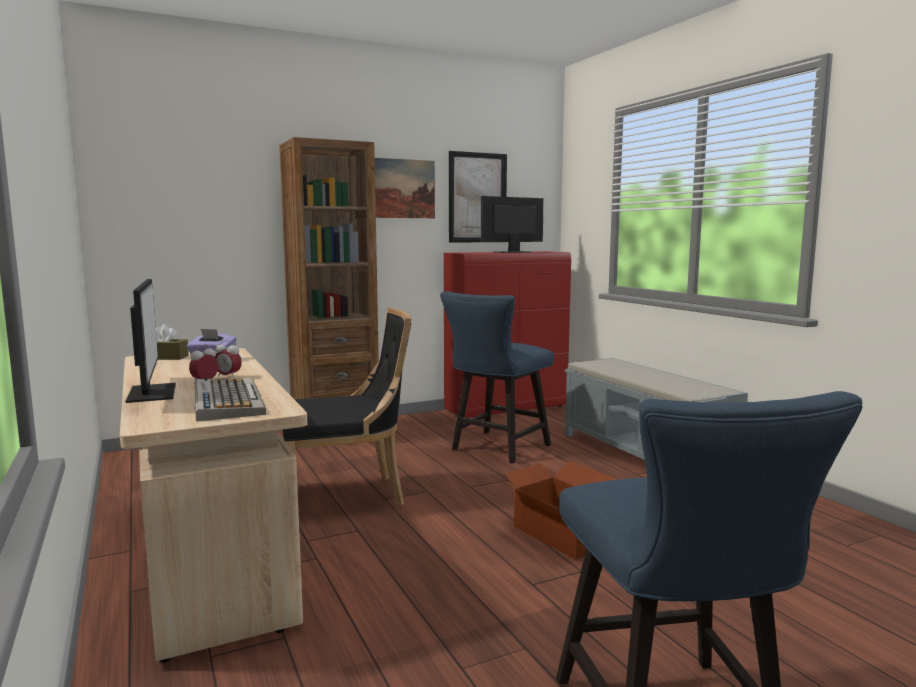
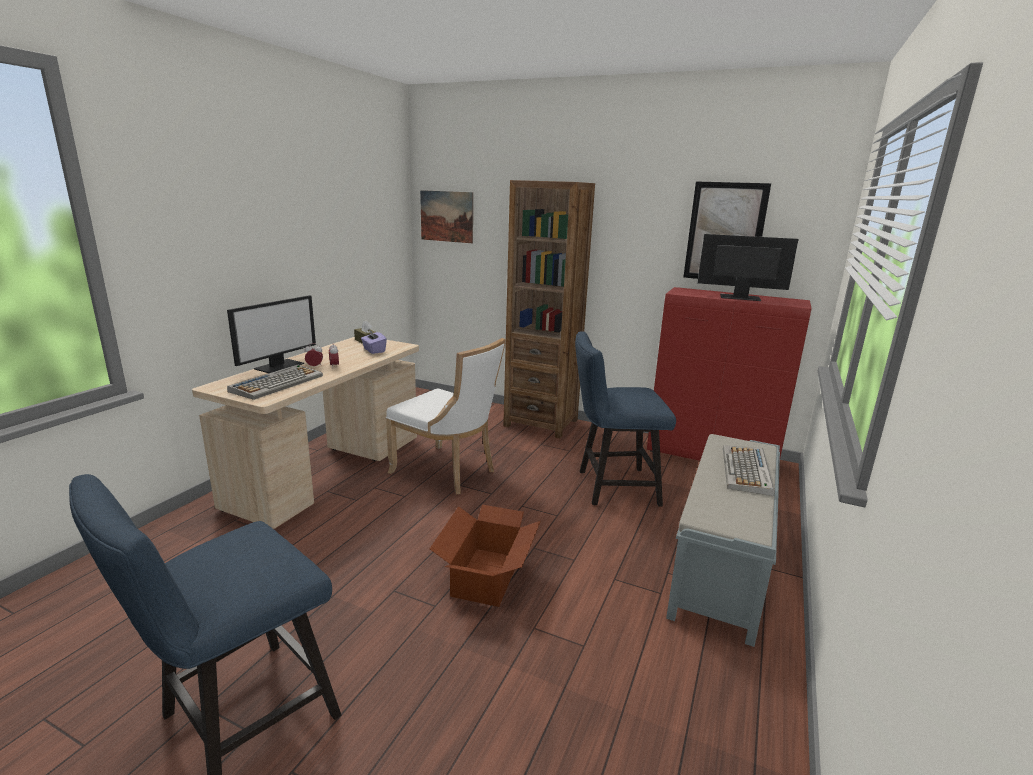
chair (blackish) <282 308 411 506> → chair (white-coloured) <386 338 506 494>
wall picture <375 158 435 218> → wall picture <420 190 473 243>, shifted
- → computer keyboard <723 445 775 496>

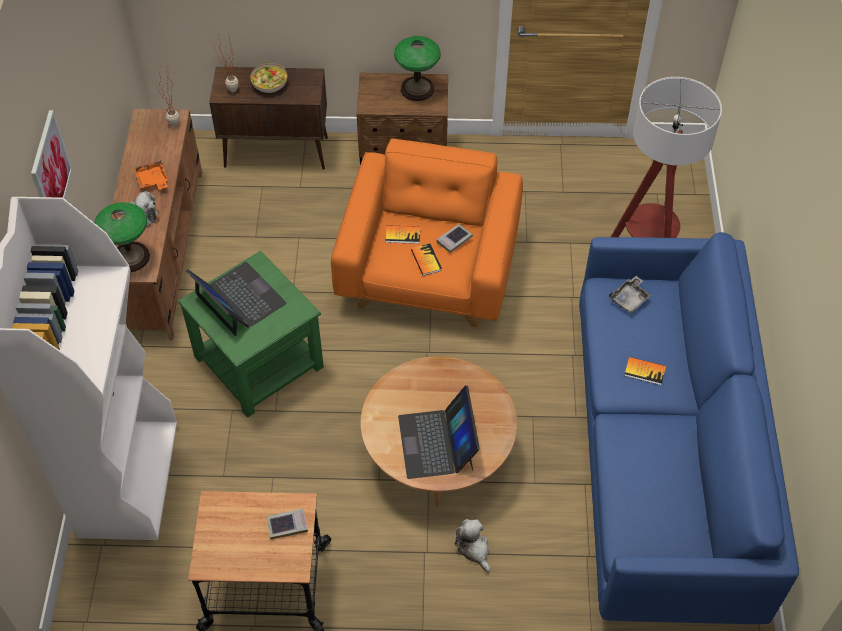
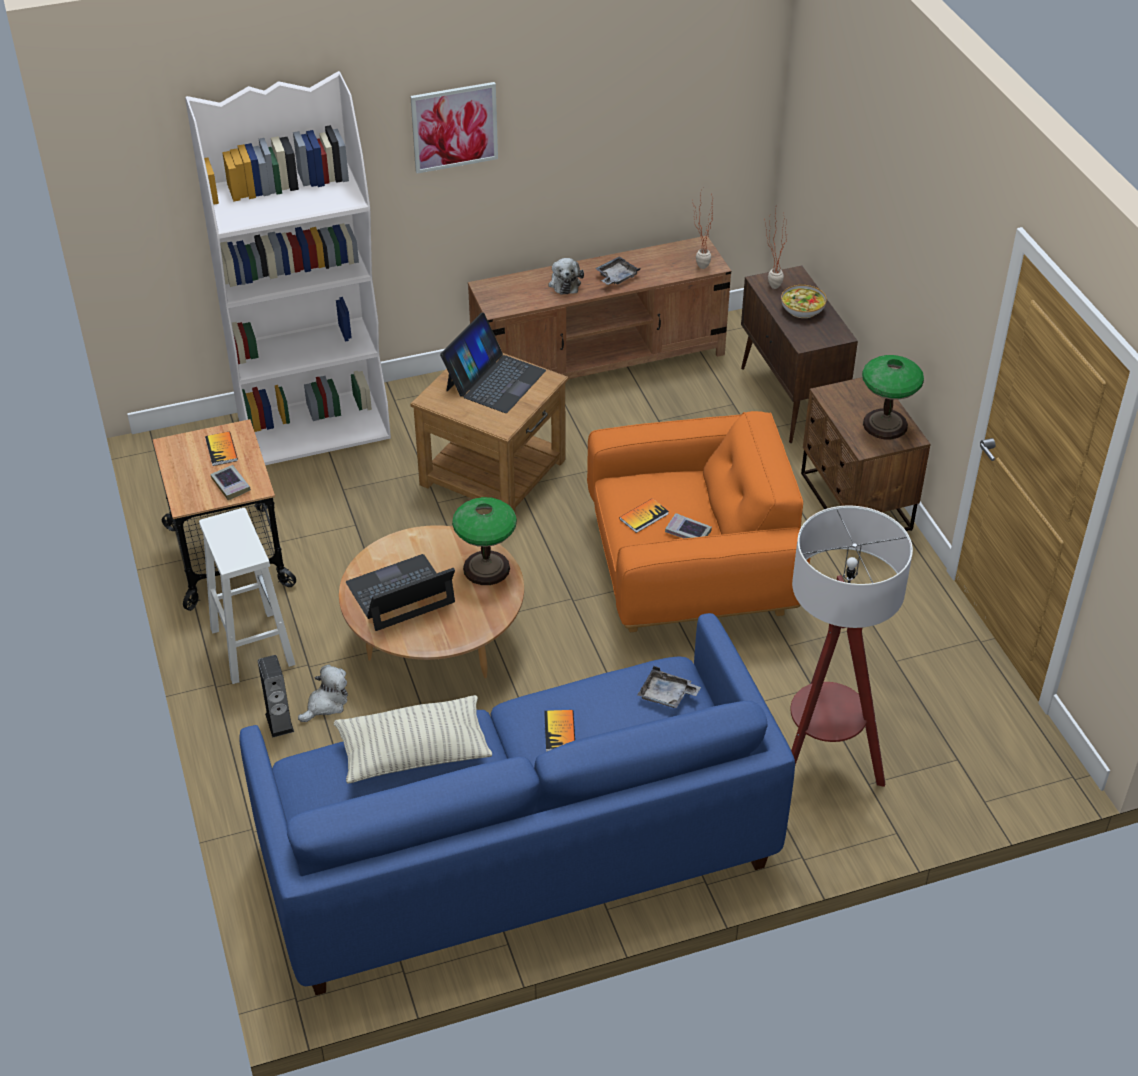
lamp for a table <94 202 150 272> → lamp for a table <452 497 517 585>, shifted
tray (orangey) <134 160 168 189> → tray (grey) <595 256 640 285>
accent table (green-coloured) <178 251 324 418> → accent table (brown) <410 353 568 512>
volume <385 225 421 244> → volume <205 432 238 466>, shifted
- → stool seat (white-coloured) <199 508 296 684>
- → speaker <258 655 294 738>
- → pillow <333 695 492 784>

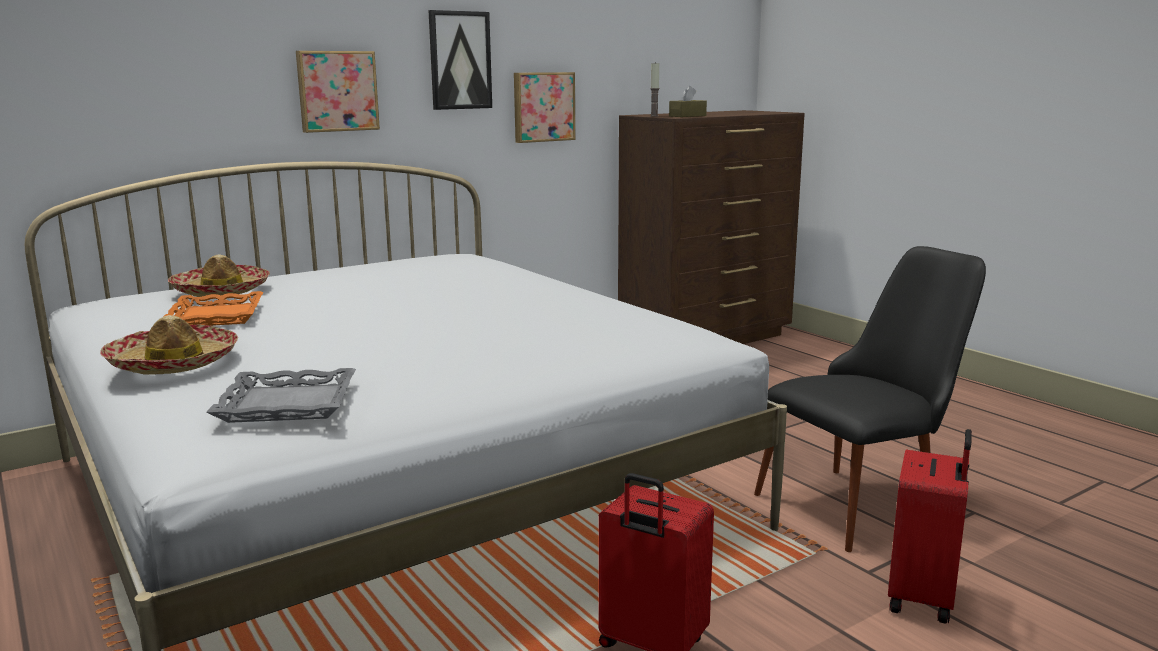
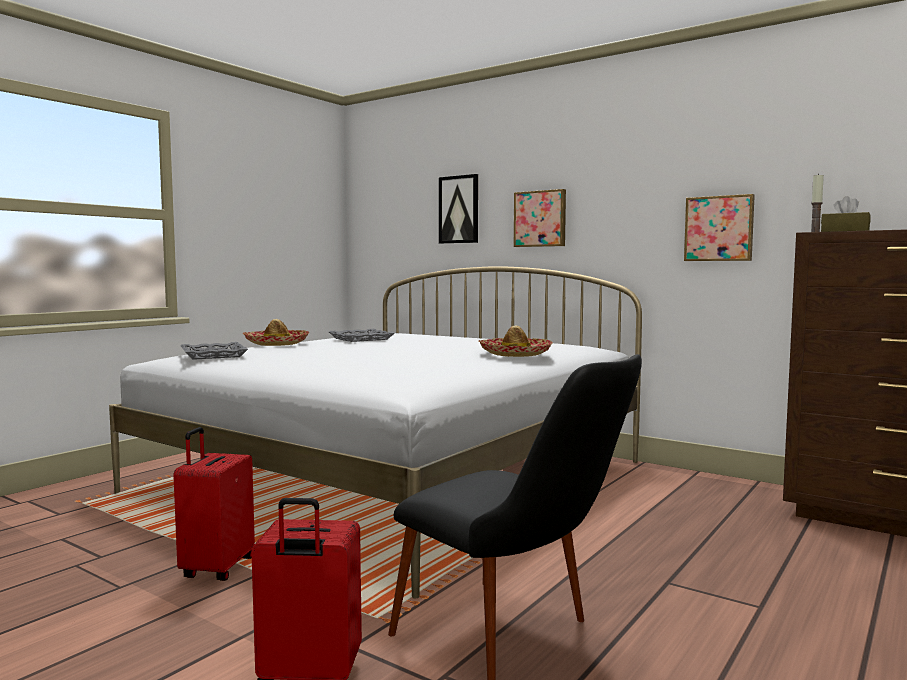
tray (orangey) <163 291 263 326> → tray (grey) <329 329 395 342>
clothing hat <168 254 270 297> → clothing hat <479 325 553 357>, shifted
wall picture <428 10 492 110> → wall picture <439 174 478 244>, shifted

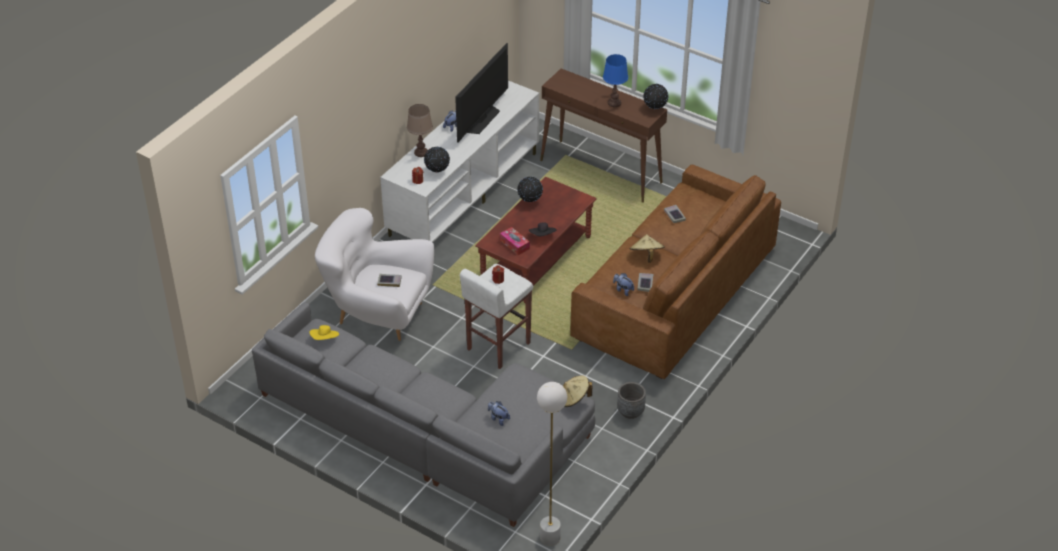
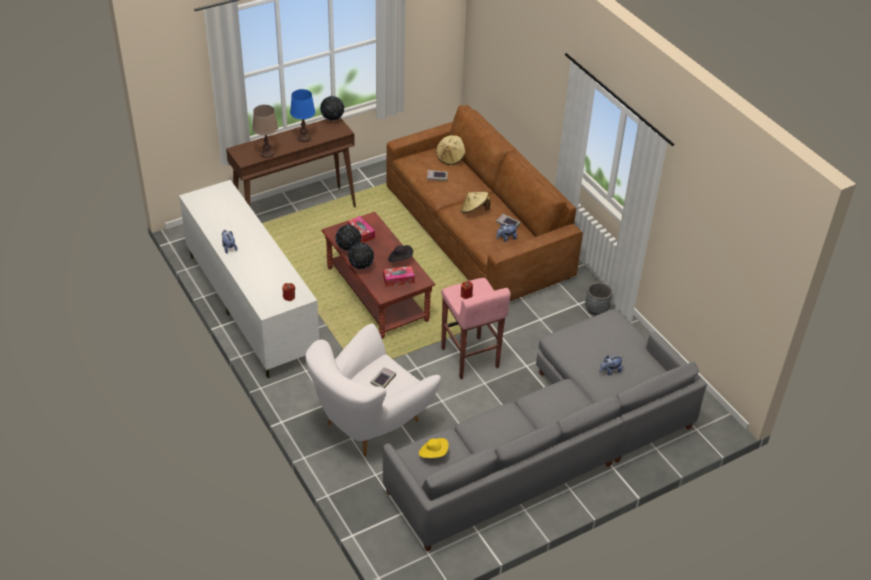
lamp for a table (brown) <407 104 433 157> → lamp for a table (brown) <252 105 278 158>, shifted
desk globe <424 147 450 173> → desk globe <348 243 374 269>, shifted
TV set <455 43 508 143> → -
stool seat (white-coloured) <460 264 533 369> → stool seat (pink-coloured) <441 278 511 379>
standard lamp (white-coloured) <537 382 567 546> → -
clothing hat (beige) <563 375 592 407> → clothing hat (beige) <436 135 465 165>, shifted
- → box of tissues <348 216 375 243>

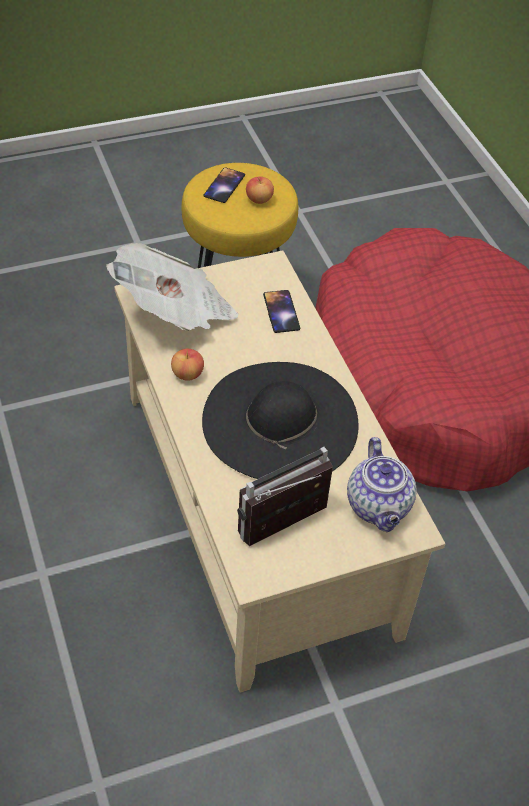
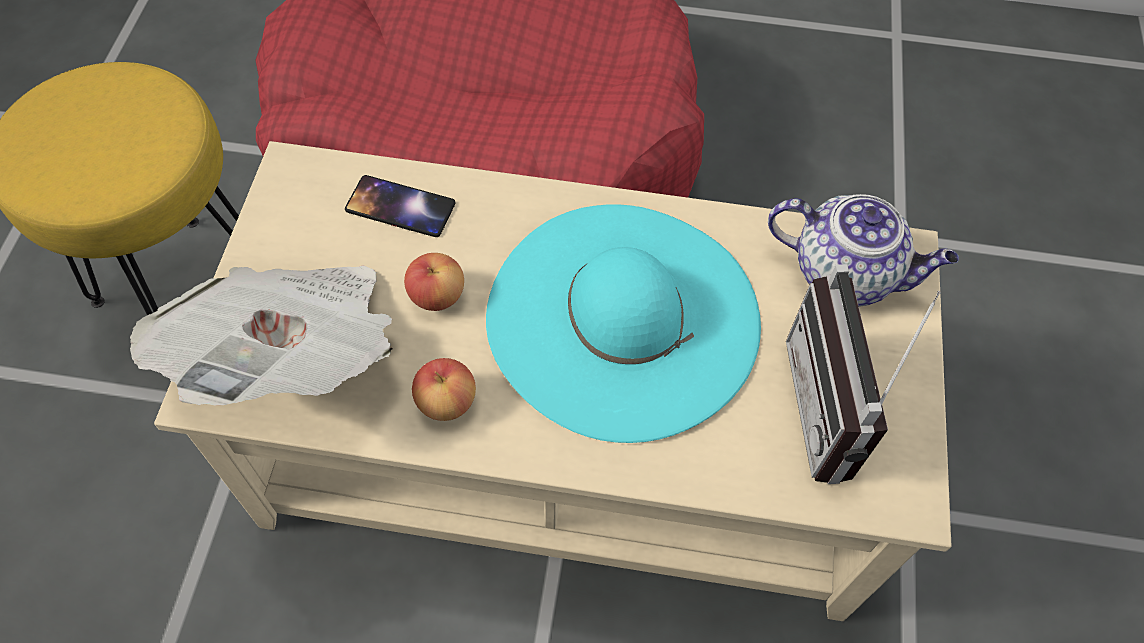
clothing hat (blackish) <202 362 359 479> → clothing hat (turquoise) <486 204 761 443>
handset <204 167 245 203> → -
apple <246 176 274 204> → apple <404 253 464 311>, shifted

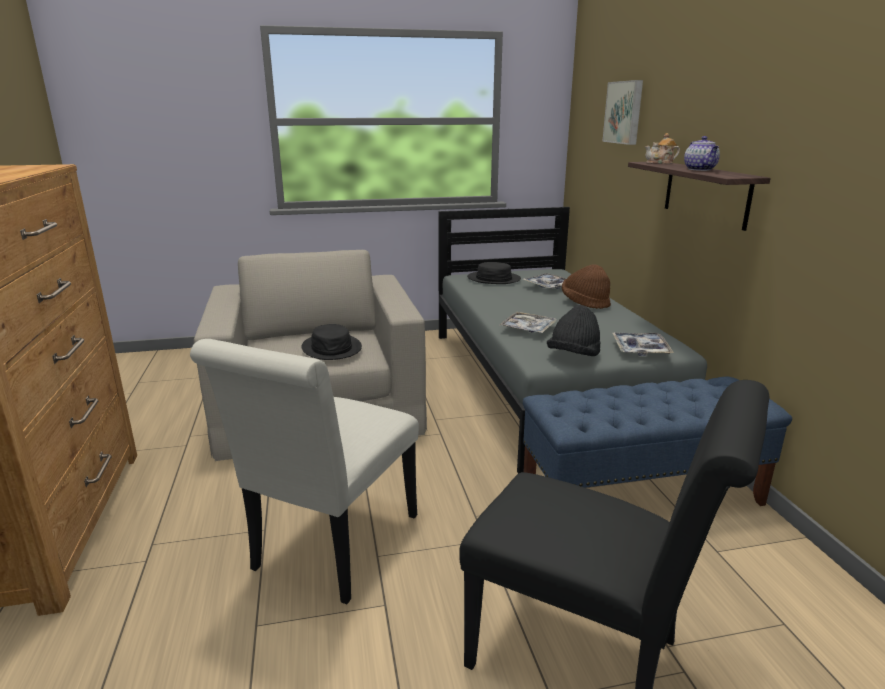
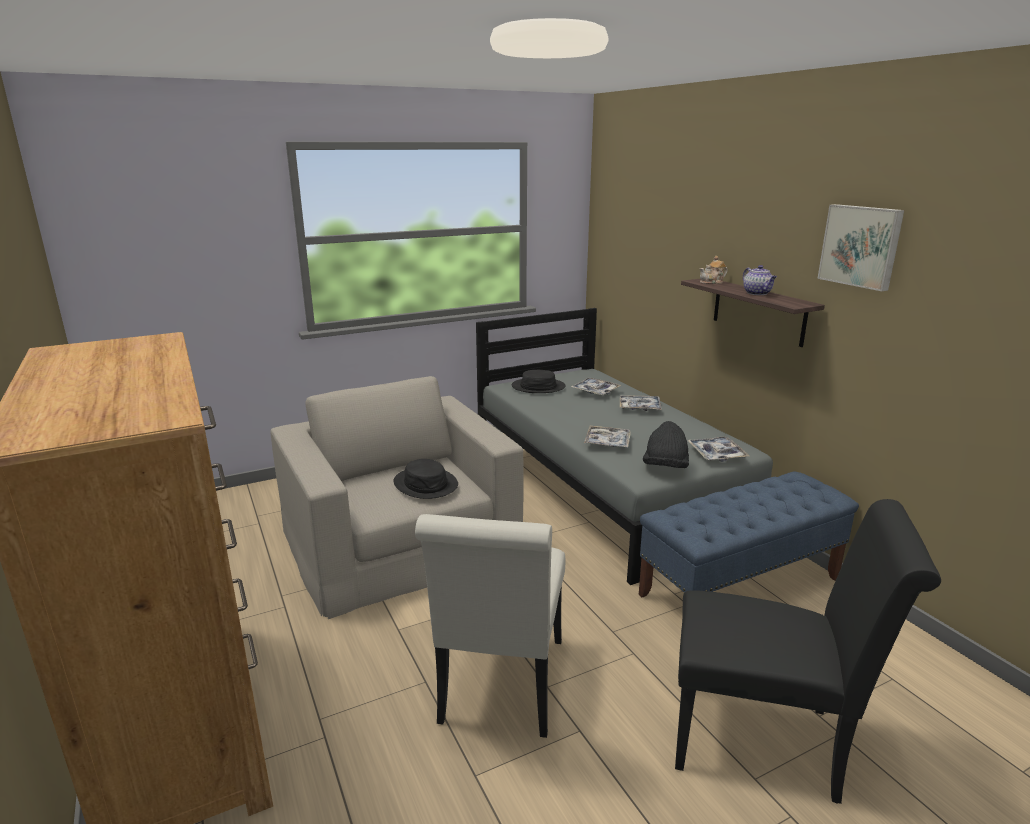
clothing hat (brown) <562 264 611 309> → tray <620 395 662 411>
wall picture <602 80 643 145> → wall picture <817 204 904 291>, shifted

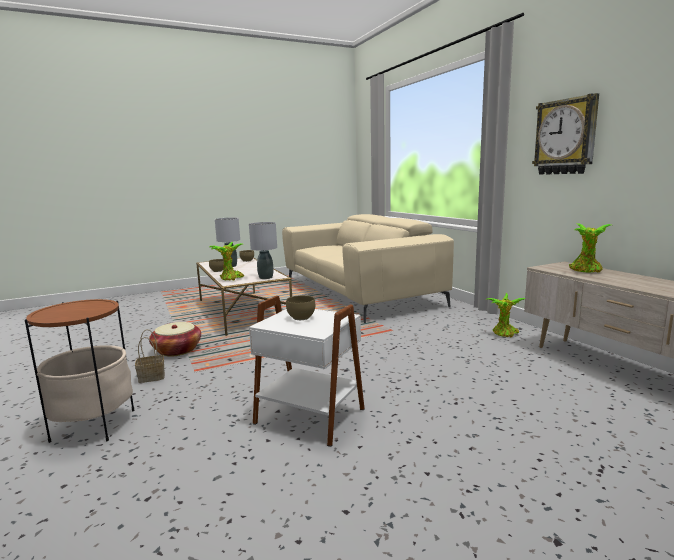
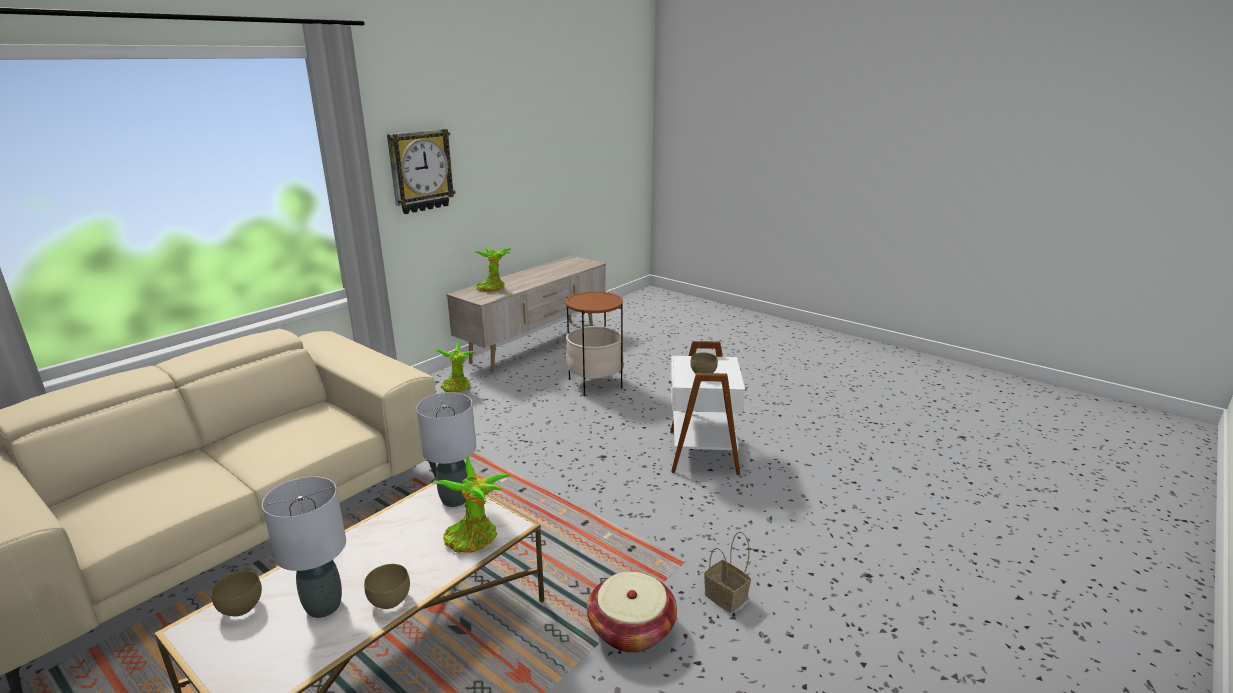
accent table <25 299 135 443> → accent table <565 291 624 396>, shifted

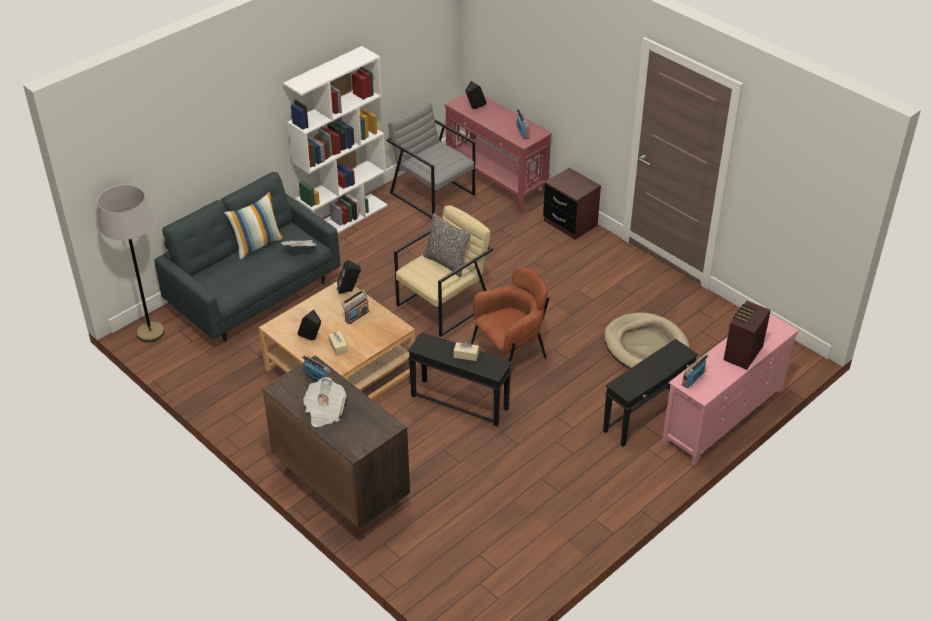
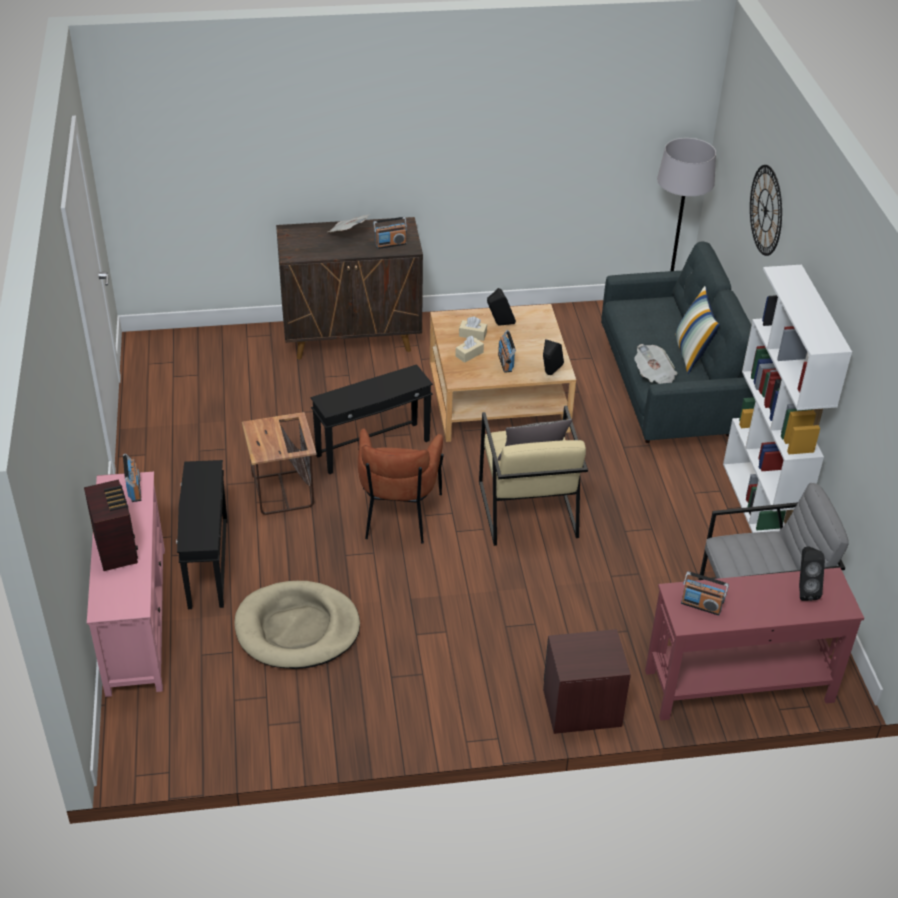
box of tissues (beige) <454 341 479 361> → box of tissues (beige) <455 336 484 363>, shifted
- → accent table <242 412 317 515>
- → wall clock <750 165 782 256>

